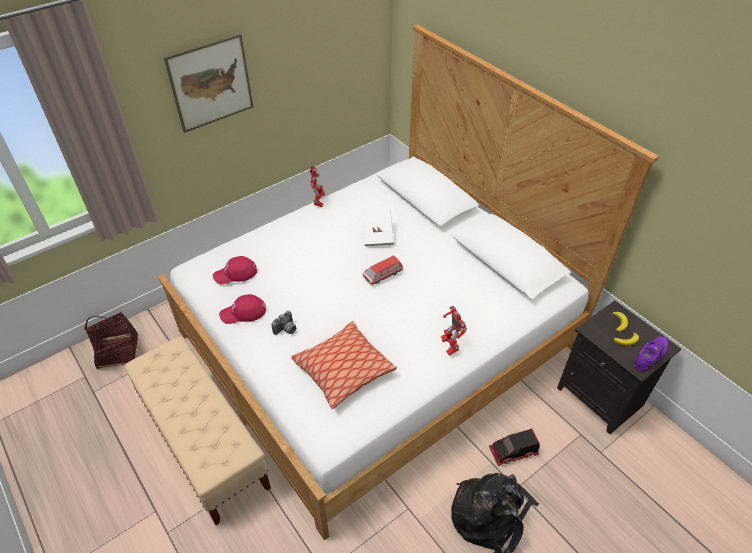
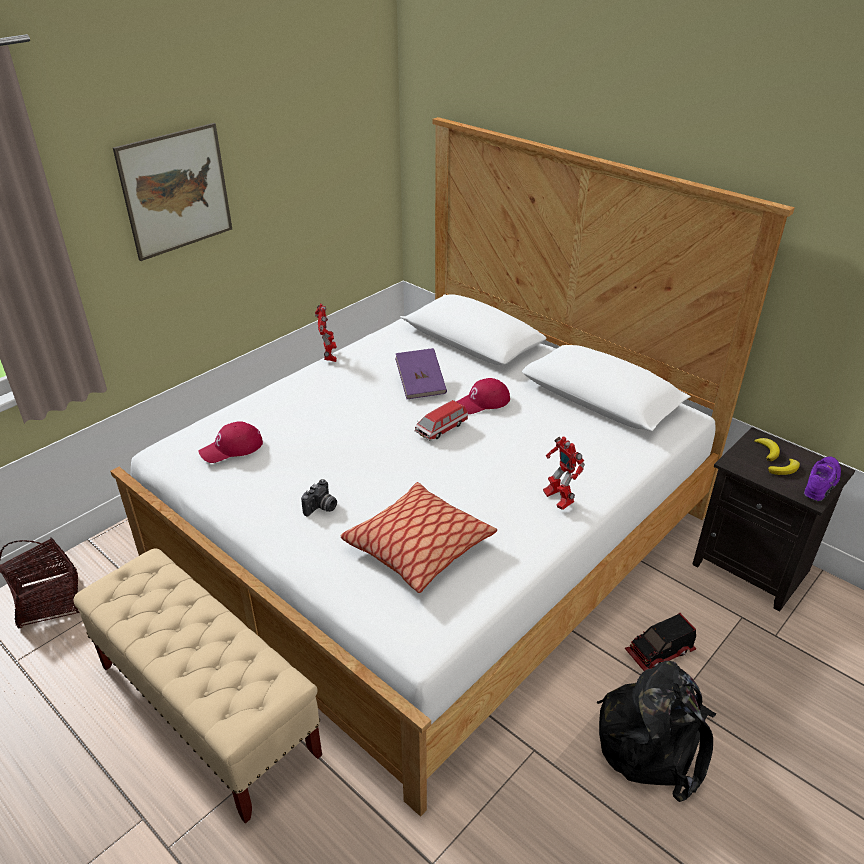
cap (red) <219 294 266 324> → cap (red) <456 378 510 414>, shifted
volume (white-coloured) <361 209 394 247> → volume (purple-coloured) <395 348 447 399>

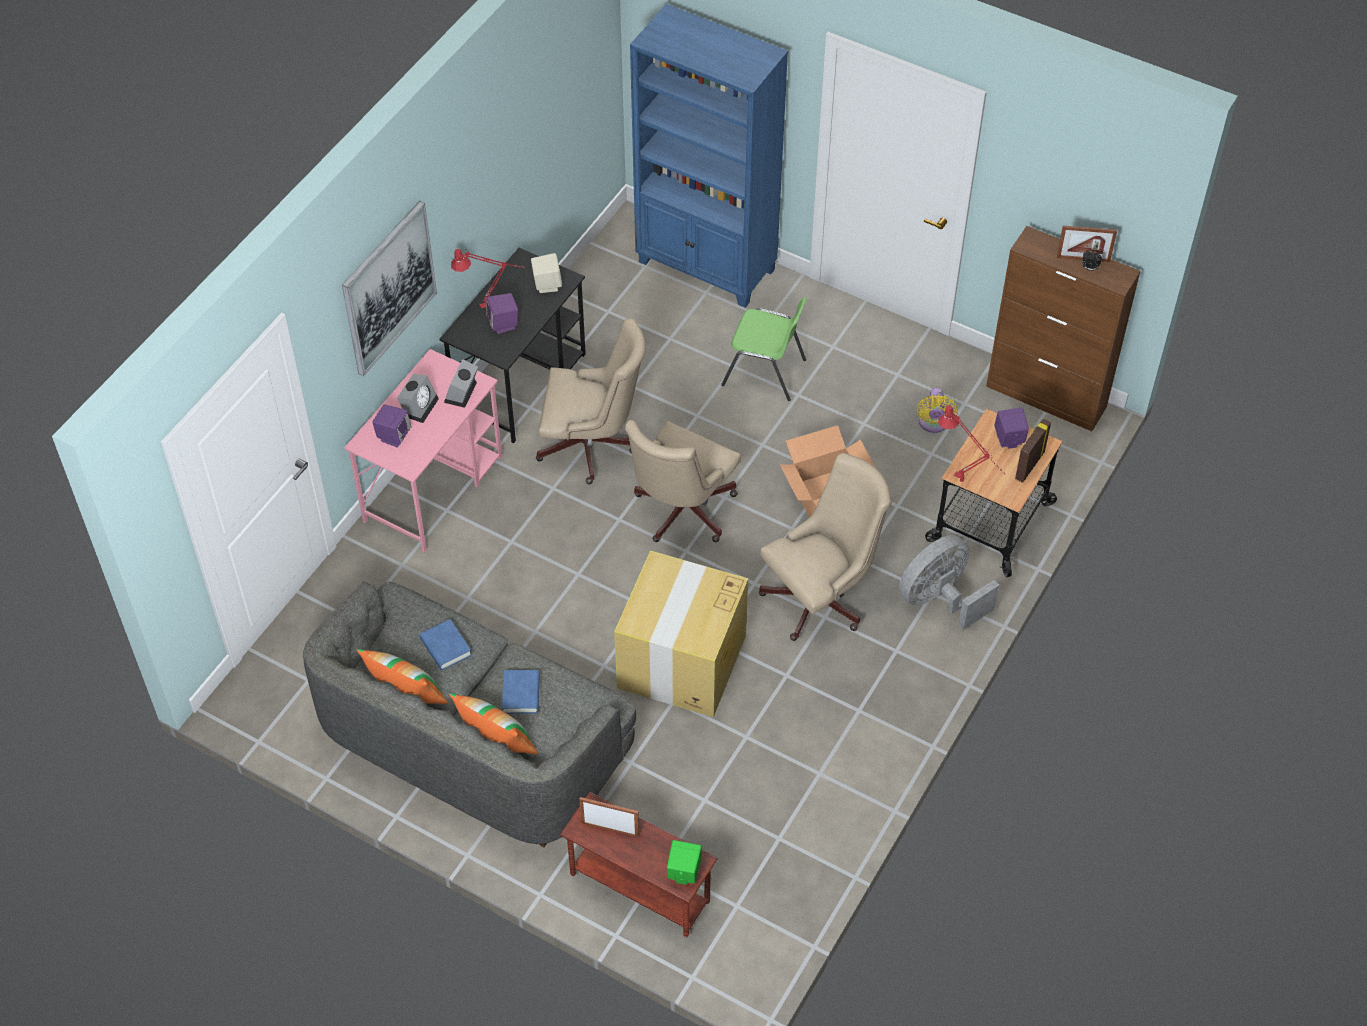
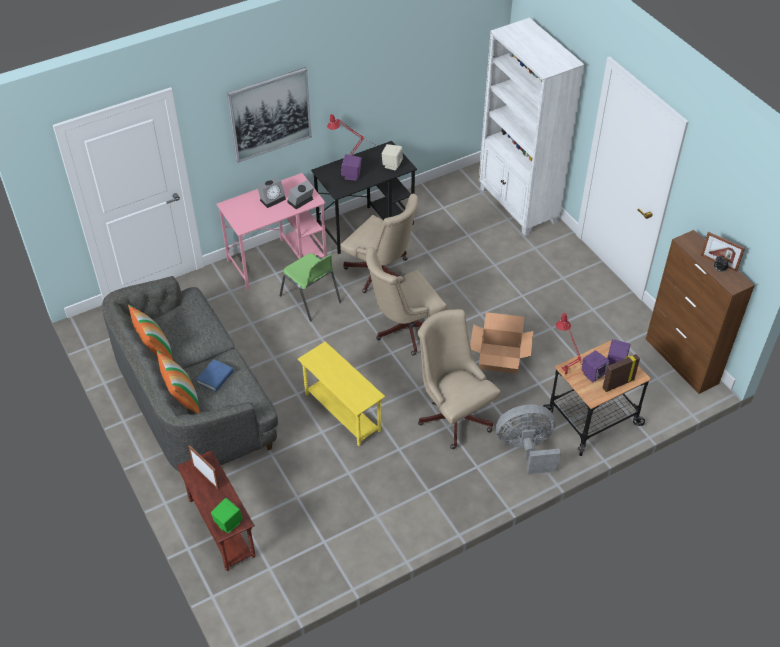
speaker (purple-coloured) <372 405 411 447> → speaker (purple-coloured) <582 350 609 383>, shifted
volume (blue) <420 619 472 670> → -
carton <614 551 748 717> → accent table (yellow) <298 342 385 446>
bookcase (blue) <630 4 788 308> → bookcase (white-coloured) <479 18 585 236>
chair (green-coloured) <721 297 807 401> → chair (green-coloured) <280 253 341 321>, shifted
desk chair (beige) <759 453 892 641> → desk chair (beige) <418 309 501 449>, 120 degrees counterclockwise
cooling fan (yellow) <917 388 957 433> → -

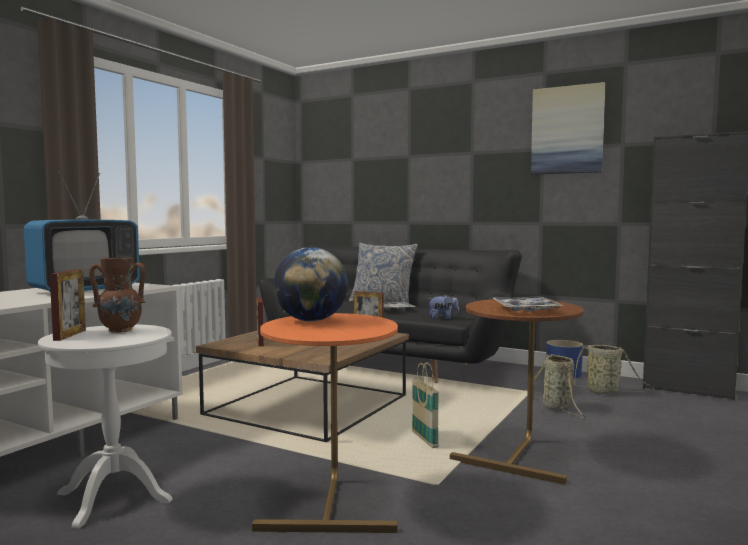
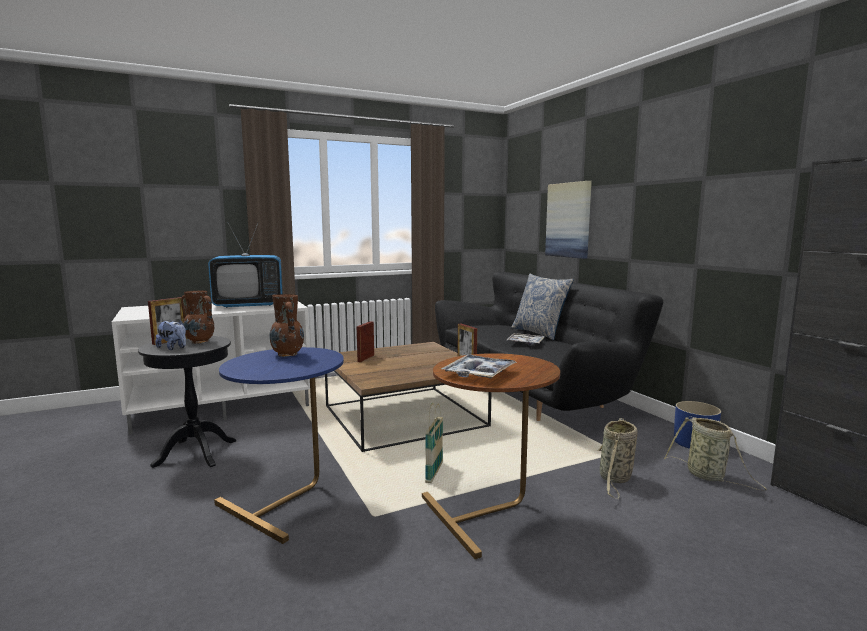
accent table (white-coloured) <38 324 173 529> → accent table (blackish) <138 336 236 468>
accent table (orangey) <252 313 398 533> → accent table (blue) <214 347 344 544>
desk globe <274 247 348 321> → decorative vase (brown) <270 294 304 357>
plush toy <428 295 459 319> → plush toy <155 320 186 350>, shifted
wall picture <531 82 605 175> → wall picture <545 181 592 259>, shifted

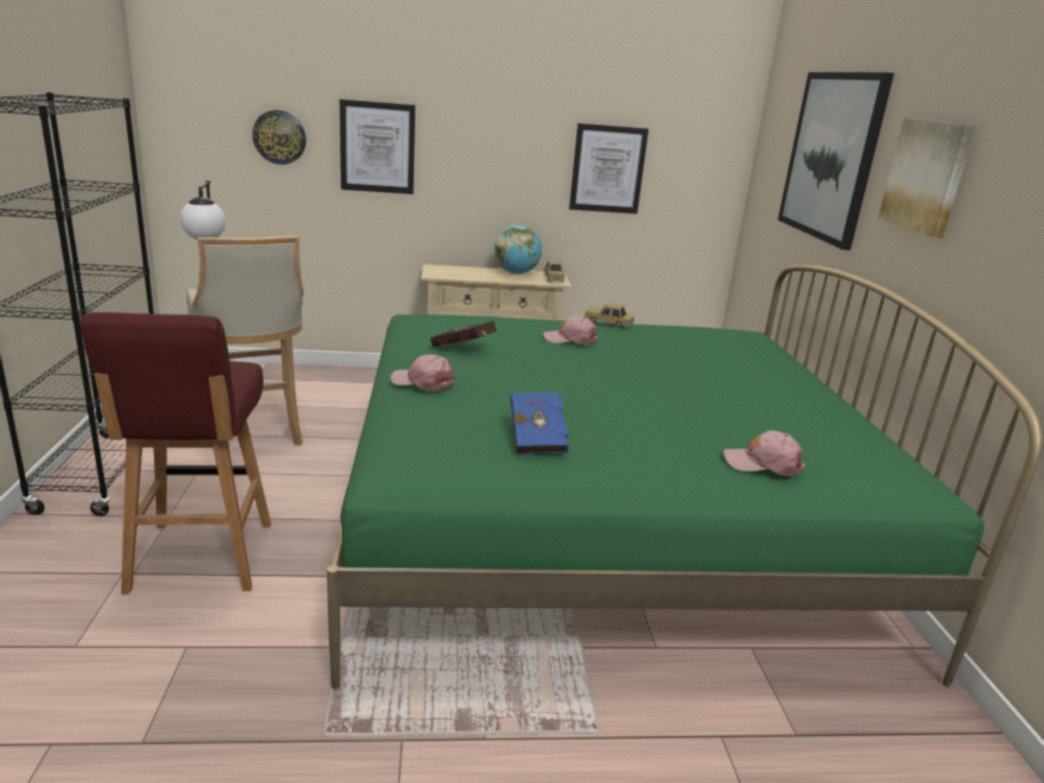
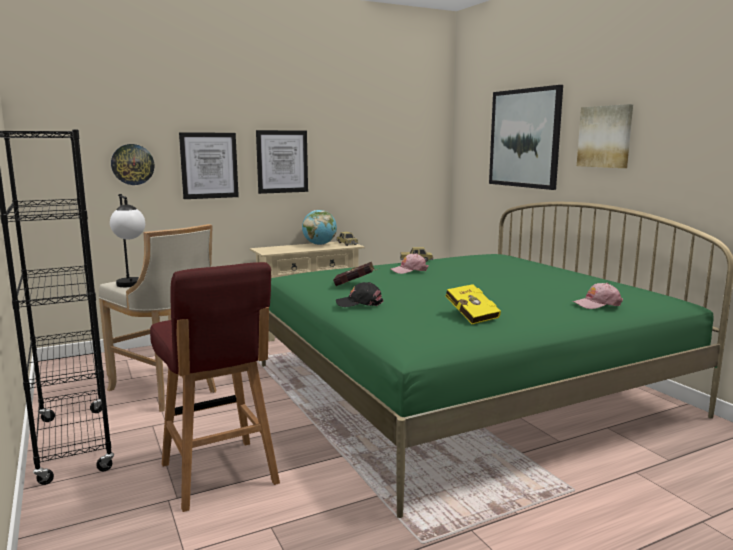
cap (pink-coloured) <391 354 456 392> → cap (blackish) <336 282 383 307>
volume (blue) <511 392 569 455> → volume (yellow) <445 284 501 324>
wall picture <569 123 649 214> → wall picture <256 130 308 194>, shifted

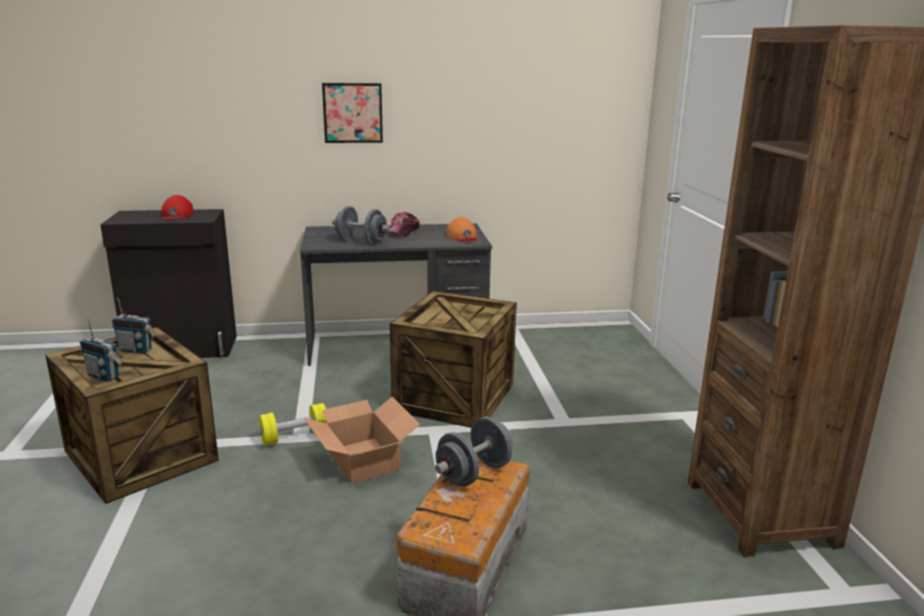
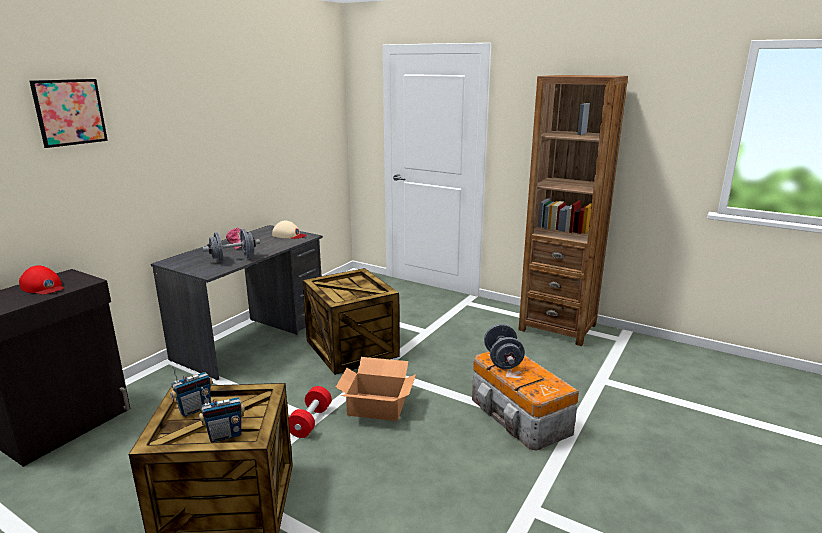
hand weight (yellow) <259 403 327 446> → hand weight (red) <289 386 332 438>
wall picture <322 83 383 143> → wall picture <29 79 108 148>, shifted
cap (orangey) <446 217 477 242> → cap (beige) <272 221 306 239>

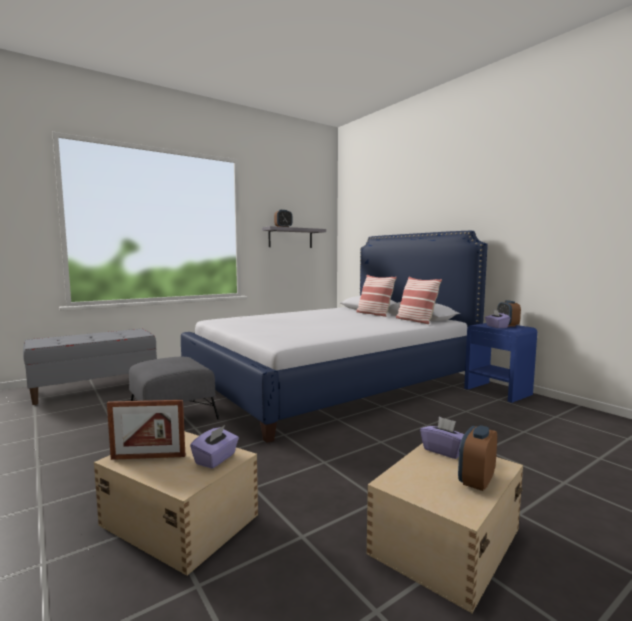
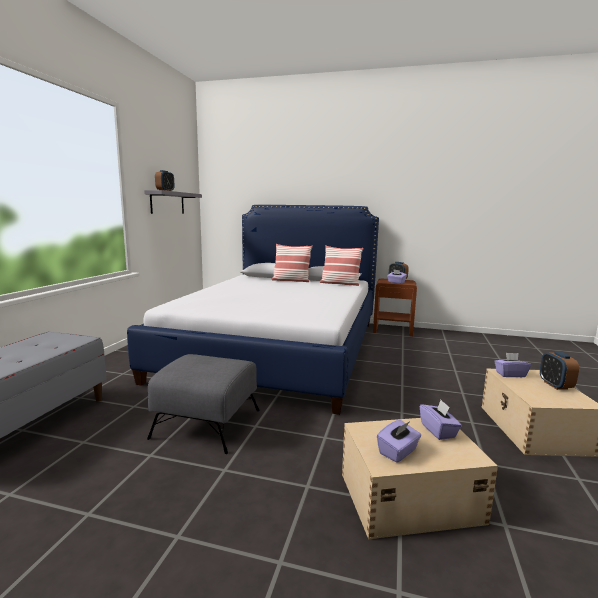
photo frame <107 400 185 460> → box of tissues (purple-coloured) <377 420 421 463>
nightstand (blue) <464 323 537 403> → nightstand (brown) <373 278 417 336>

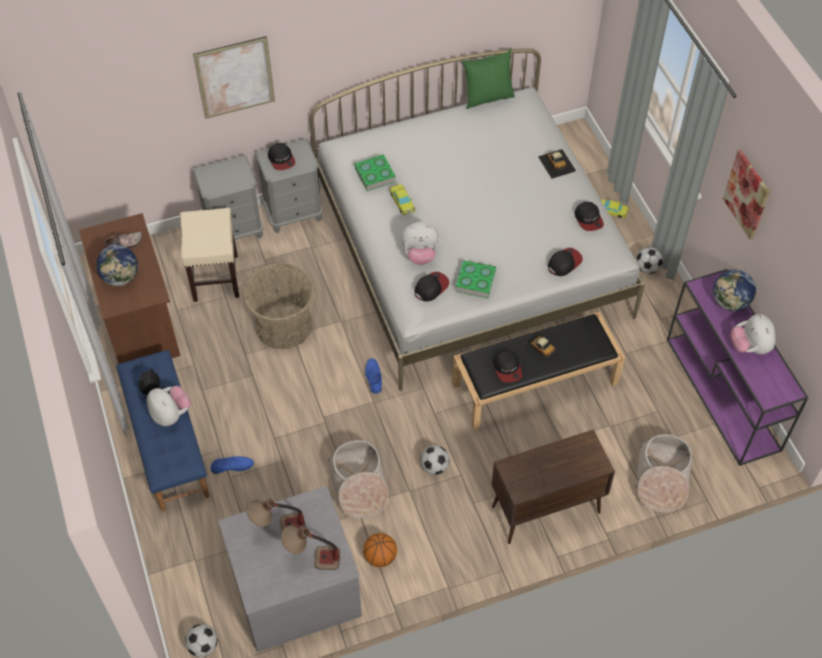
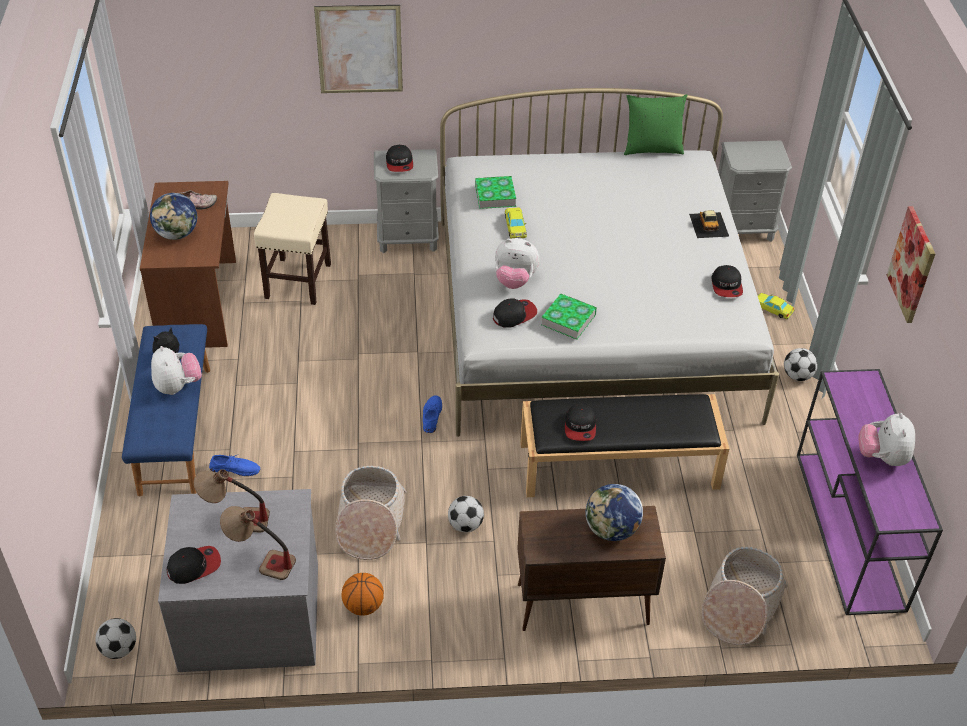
nightstand (grey) <192 155 264 240> → nightstand (grey) <718 141 792 242>, shifted
basket <243 263 315 349> → -
miniature car <521 331 565 368> → -
cap <548 248 583 276> → cap <167 546 221 584>, shifted
desk globe <713 269 756 311> → desk globe <586 484 643 541>, shifted

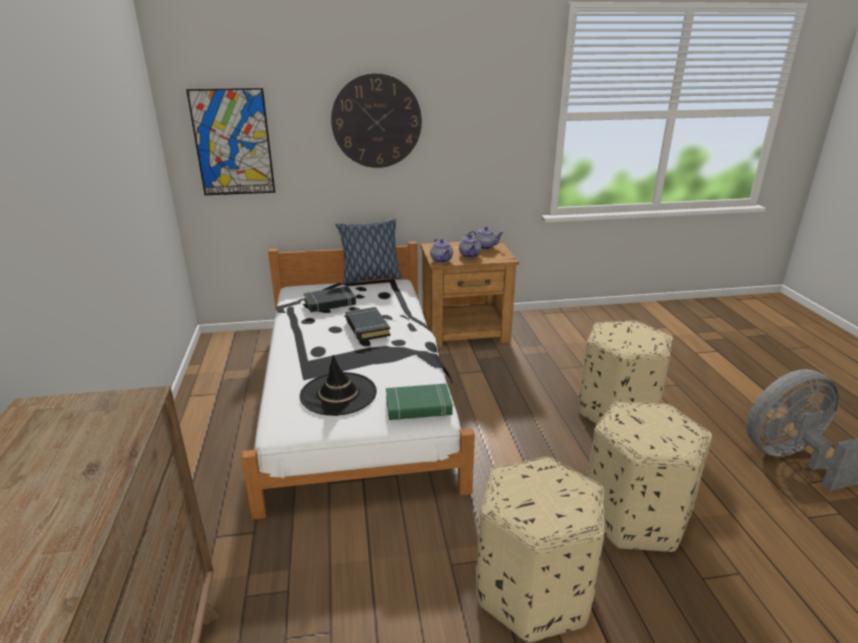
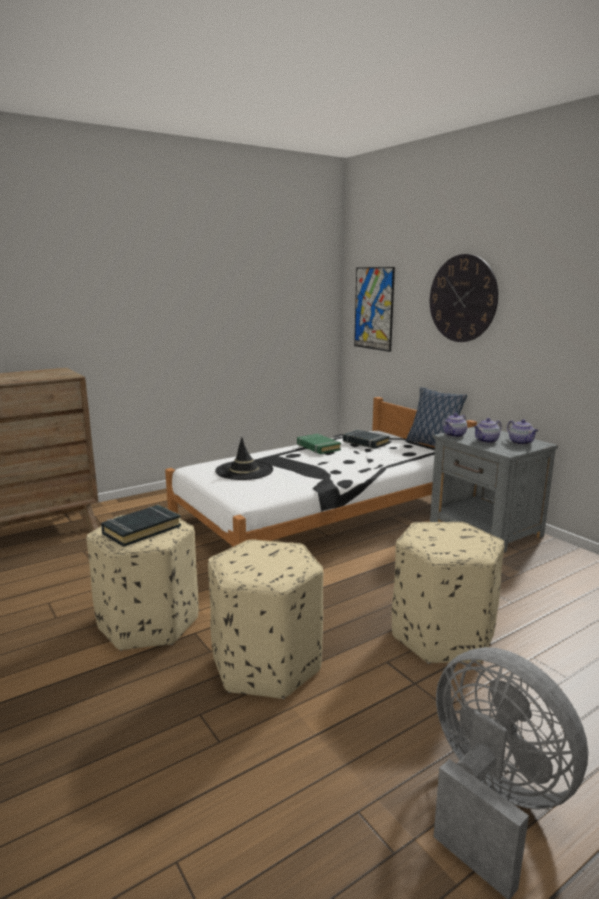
volume (blackish) <346 307 391 341> → volume (blackish) <101 505 181 547>, shifted
volume (green-coloured) <386 383 453 421> → volume (green-coloured) <297 434 341 454>, shifted
nightstand (brown) <420 240 519 348> → nightstand (grey) <430 427 558 552>

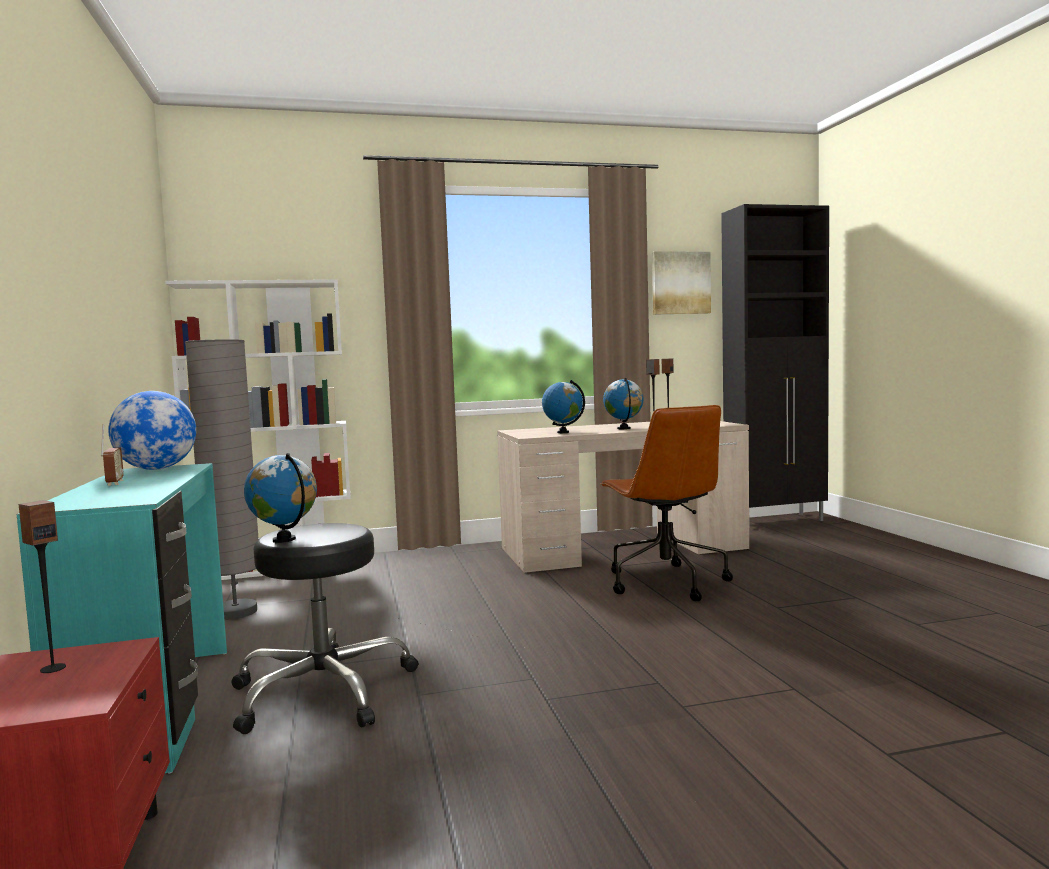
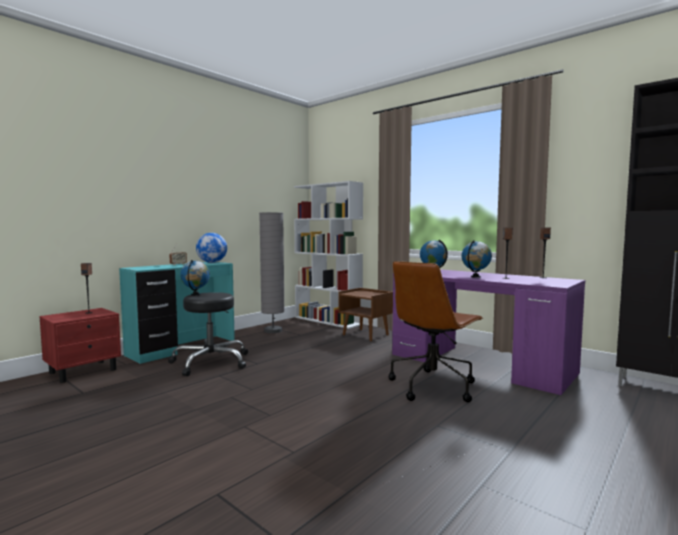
desk (beige) <497 421 749 573> → desk (purple-coloured) <392 269 585 395>
wall picture <652 252 711 315> → -
- → nightstand (brown) <338 288 393 341>

